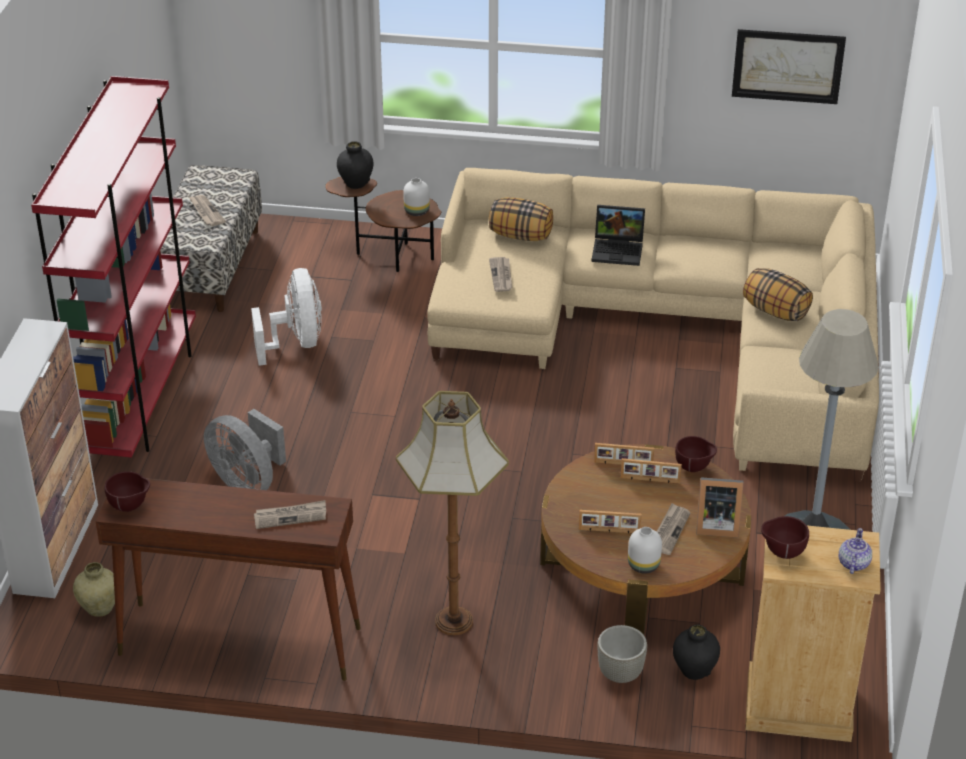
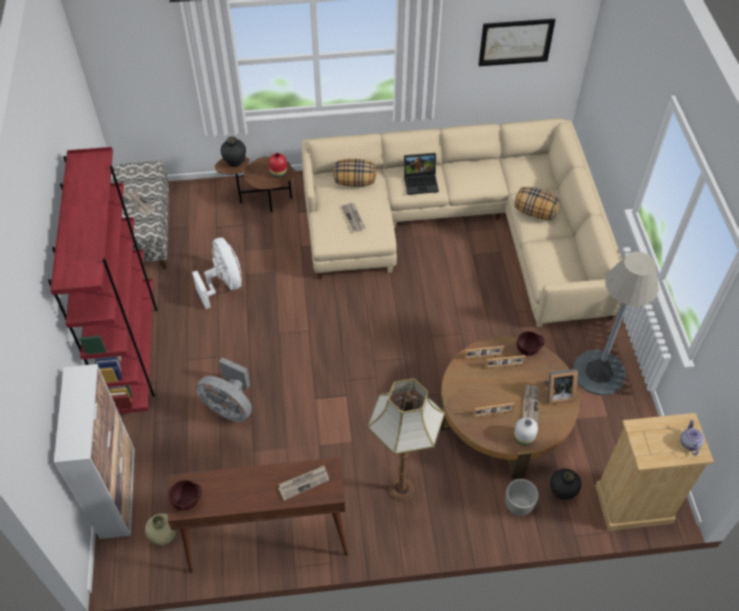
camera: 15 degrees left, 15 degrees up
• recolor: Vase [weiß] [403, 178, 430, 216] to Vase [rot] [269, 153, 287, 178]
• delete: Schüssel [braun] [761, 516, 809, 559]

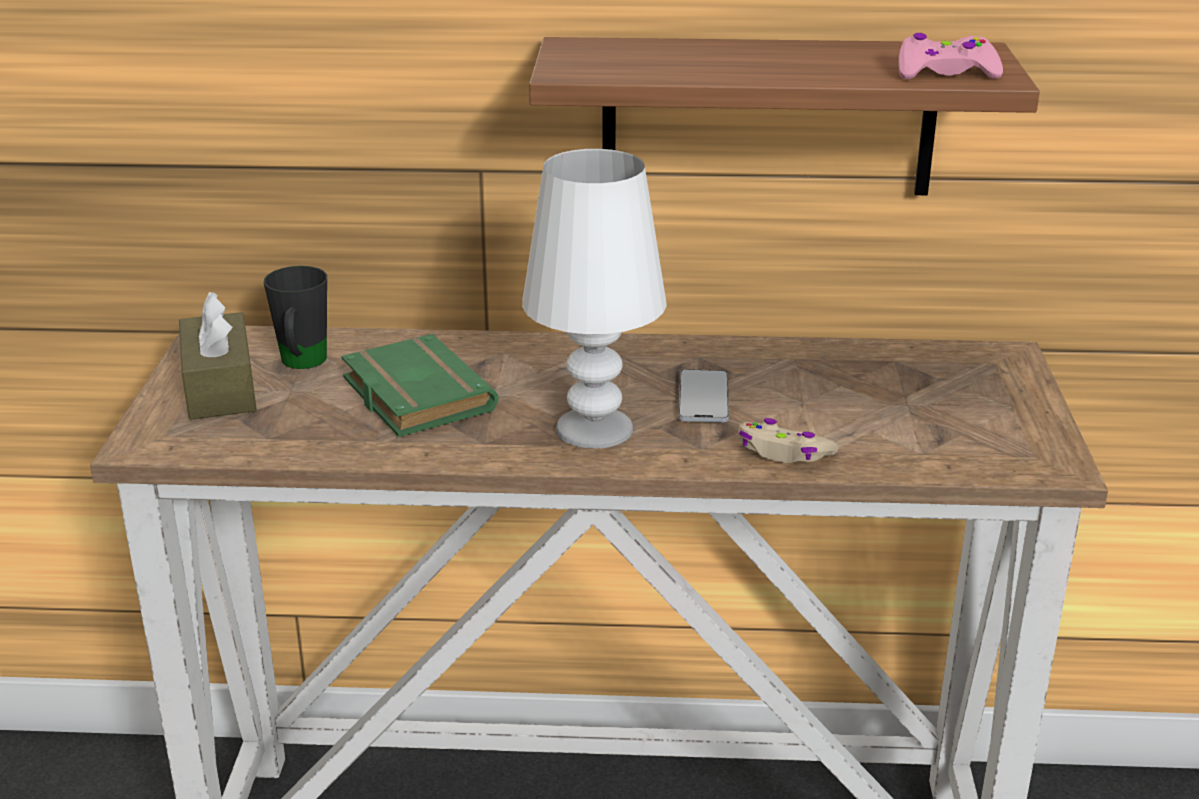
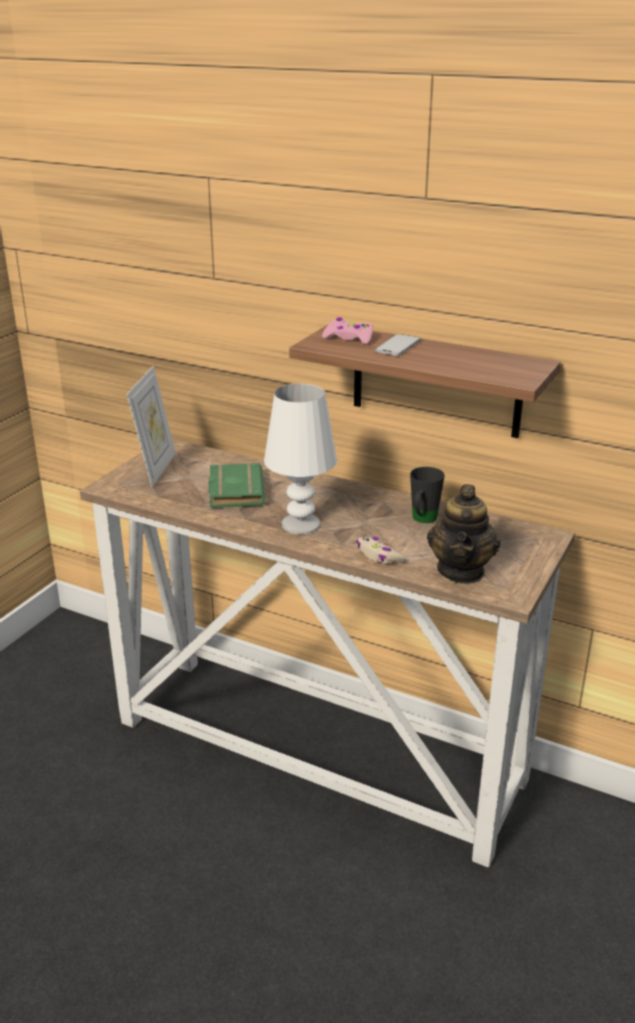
camera: 25 degrees right, 0 degrees up
• move: Gamepad [rosa] [898, 33, 1003, 80] to [322, 317, 373, 345]
• move: Henkelbecher [schwarz] [264, 266, 327, 369] to [410, 467, 445, 523]
• replace: Taschentuchbox [braun] [179, 292, 257, 420] to Bilderrahmen [126, 366, 176, 487]
• move: Handy [679, 369, 729, 422] to [375, 334, 420, 356]
• insert: Teekanne [427, 484, 501, 584]

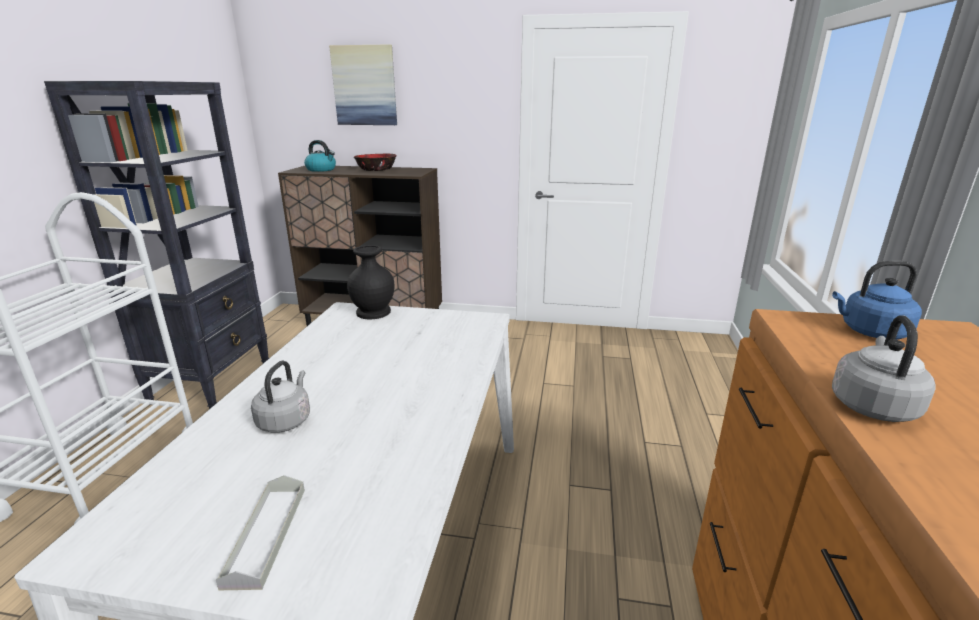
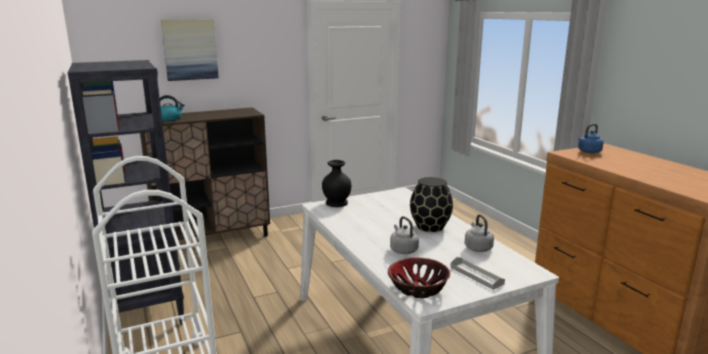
camera: 35 degrees left, 5 degrees down
• move: Schüssel [354, 154, 397, 171] to [388, 258, 450, 298]
• move: Wasserkessel [grau] [832, 315, 935, 422] to [465, 214, 494, 252]
• insert: Vase [schwarz] [410, 177, 453, 232]

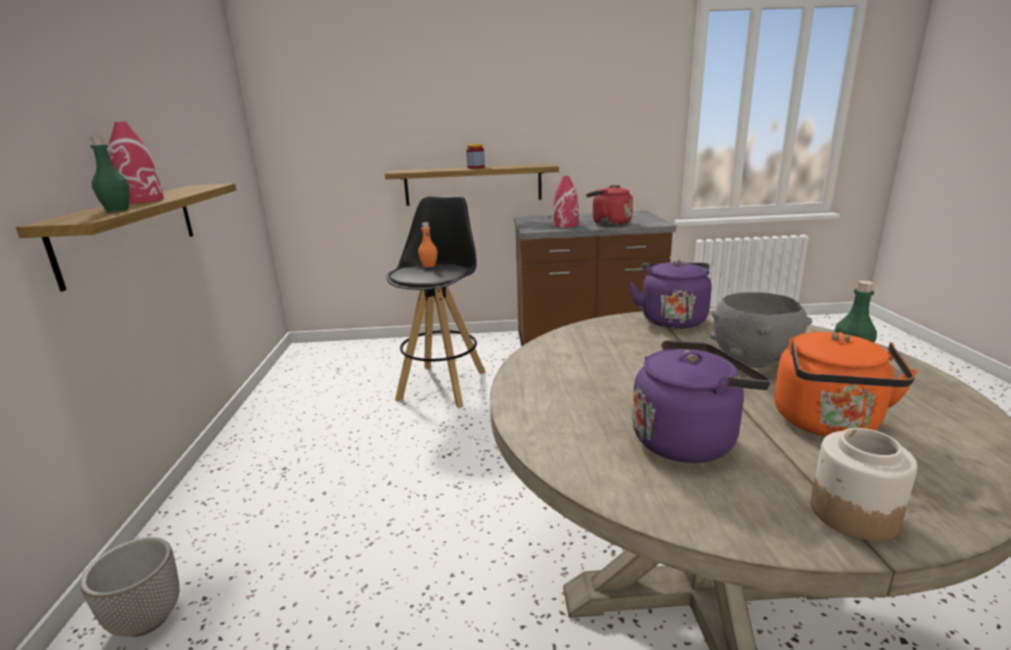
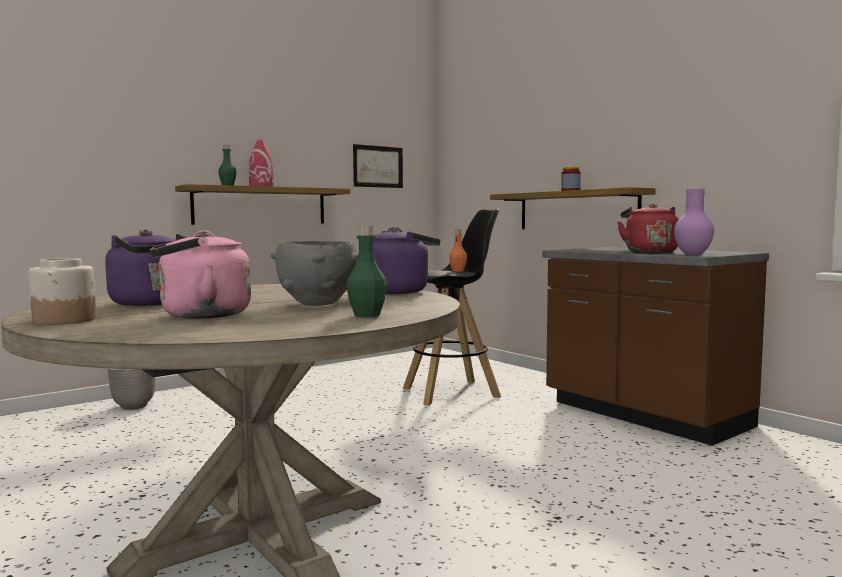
camera: 55 degrees right, 15 degrees down
• delete: Vase [rot] [553, 176, 579, 228]
• recolor: Wasserkessel [orange] [774, 332, 918, 437] to Wasserkessel [rosa] [150, 230, 251, 319]
• insert: Bild [353, 144, 403, 188]
• insert: Vase [lila] [674, 189, 714, 255]

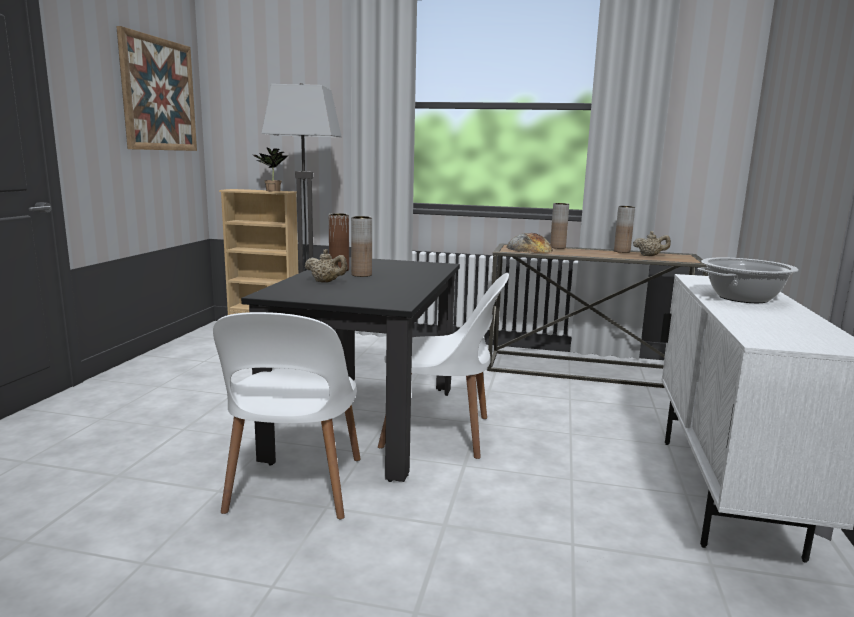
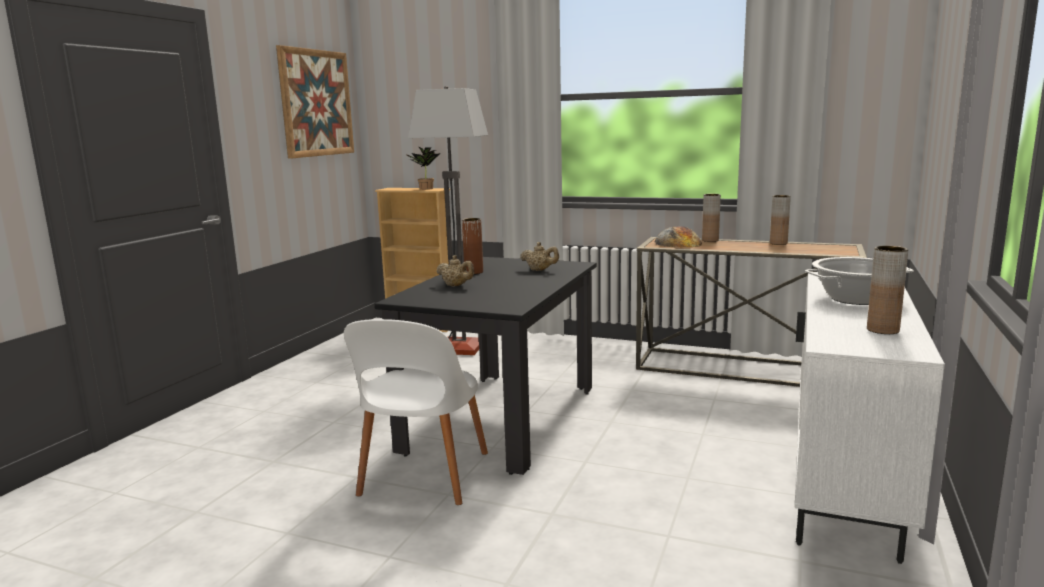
camera: 10 degrees right, 0 degrees up
• move: Vase [braun] [351, 216, 372, 277] to [867, 246, 908, 334]
• move: Teekanne [beige] [633, 231, 671, 256] to [520, 242, 559, 271]
• delete: Stuhl [weiß] [378, 273, 509, 459]

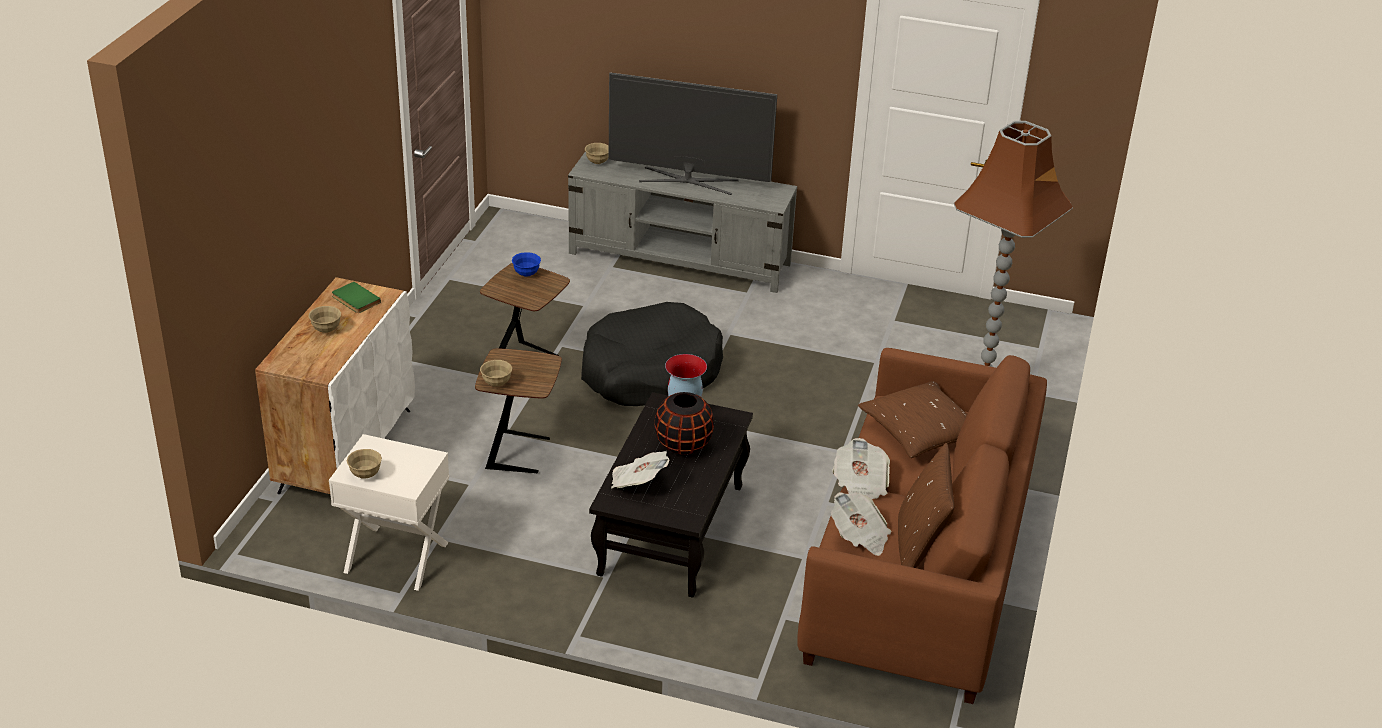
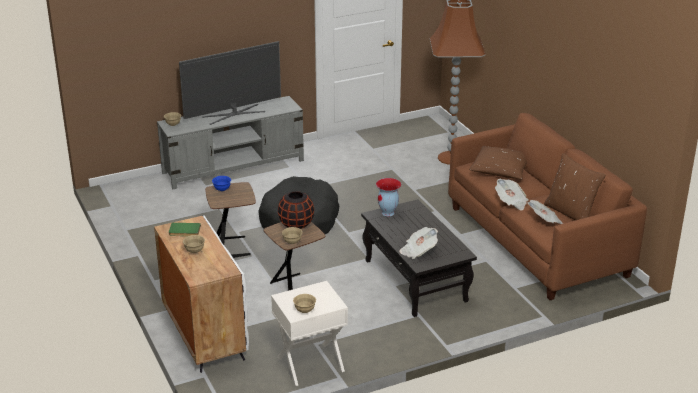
camera: 40 degrees left, 5 degrees down
• move: Vase [schwarz] [654, 392, 714, 455] to [278, 191, 314, 229]

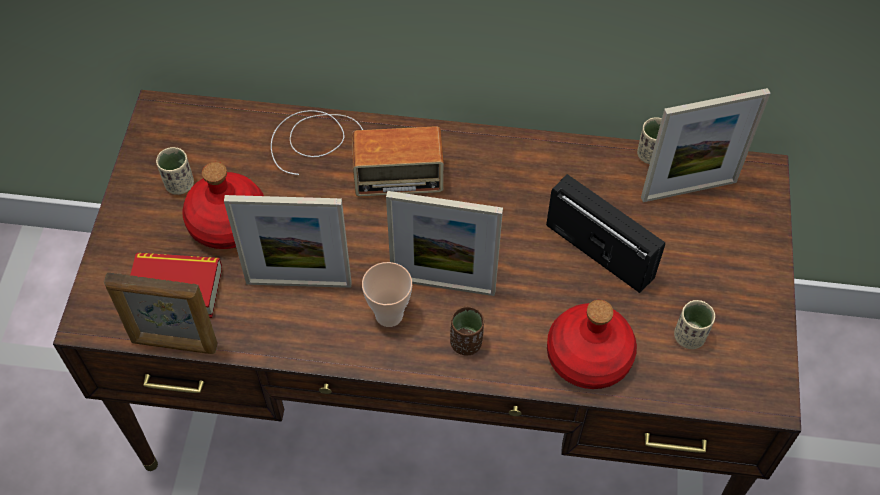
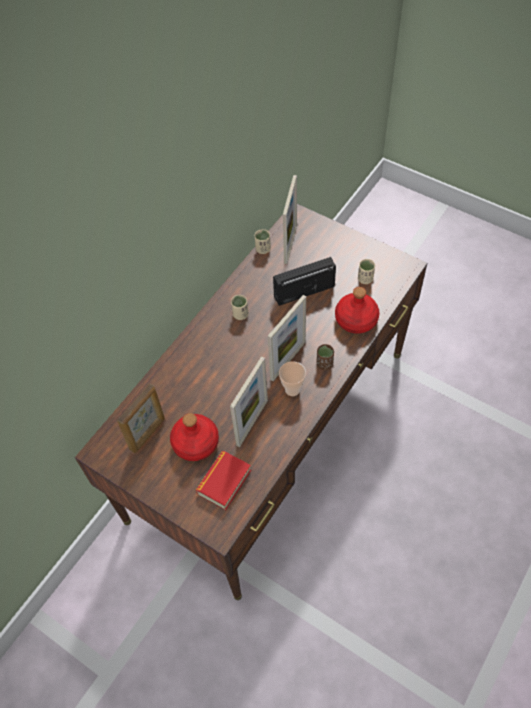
camera: 60 degrees left, 0 degrees up
• delete: Radio [271, 110, 444, 196]
• move: Tasse [beige] [156, 147, 194, 195] to [231, 295, 249, 320]
• move: Bilderrahmen [104, 272, 218, 354] to [117, 384, 165, 453]

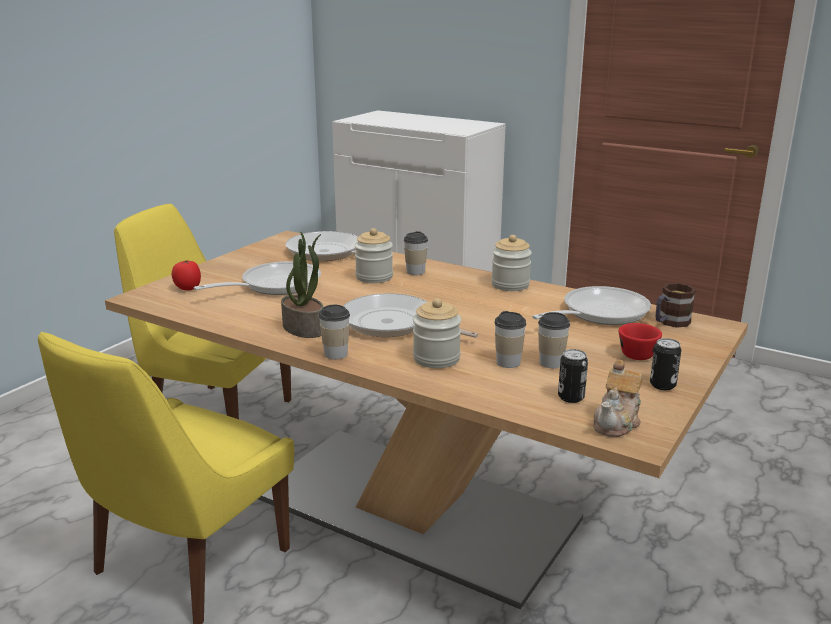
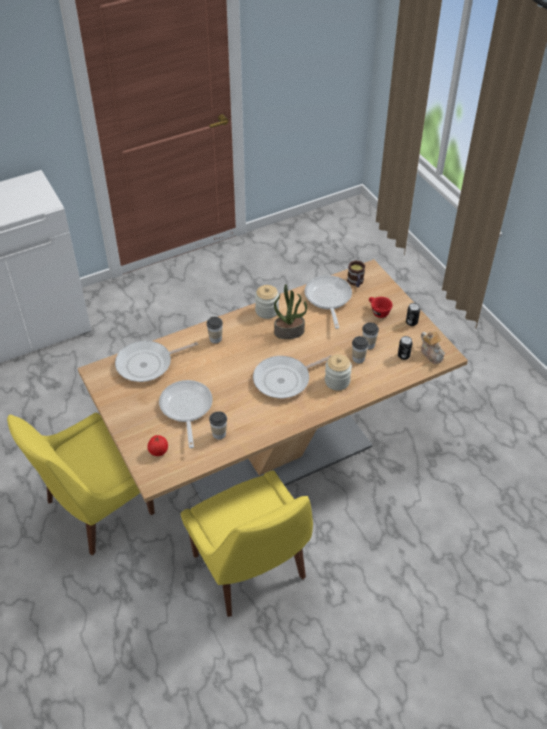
camera: 60 degrees left, 25 degrees up
• delete: Vorratsglas [355, 228, 393, 283]
• move: Topfpflanze [281, 232, 323, 338] to [274, 284, 307, 339]
• move: Tasse [319, 305, 350, 359] to [209, 411, 227, 440]

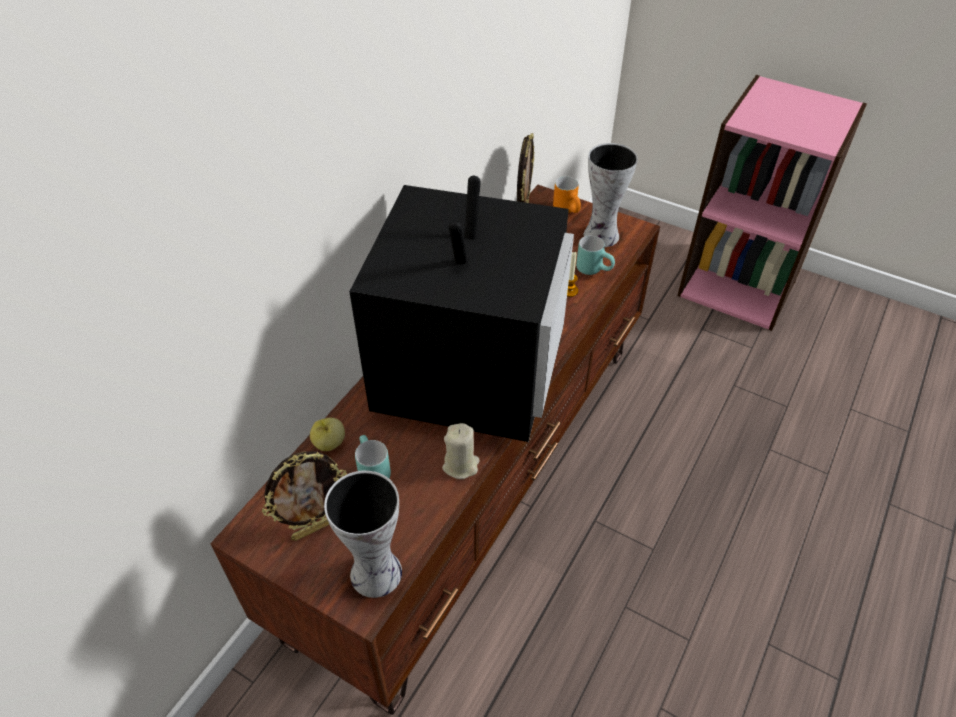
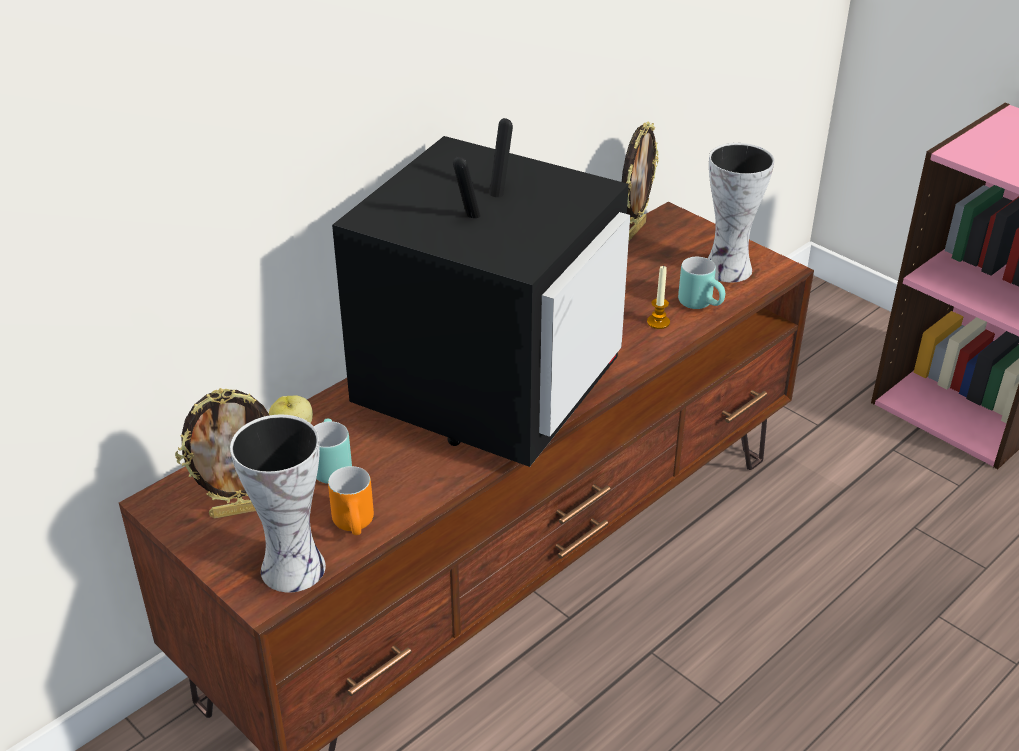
camera: 15 degrees right, 10 degrees down
• move: Henkelbecher [orange] [553, 176, 581, 213] to [328, 466, 374, 535]
• delete: Kerze [beige] [442, 423, 480, 479]

